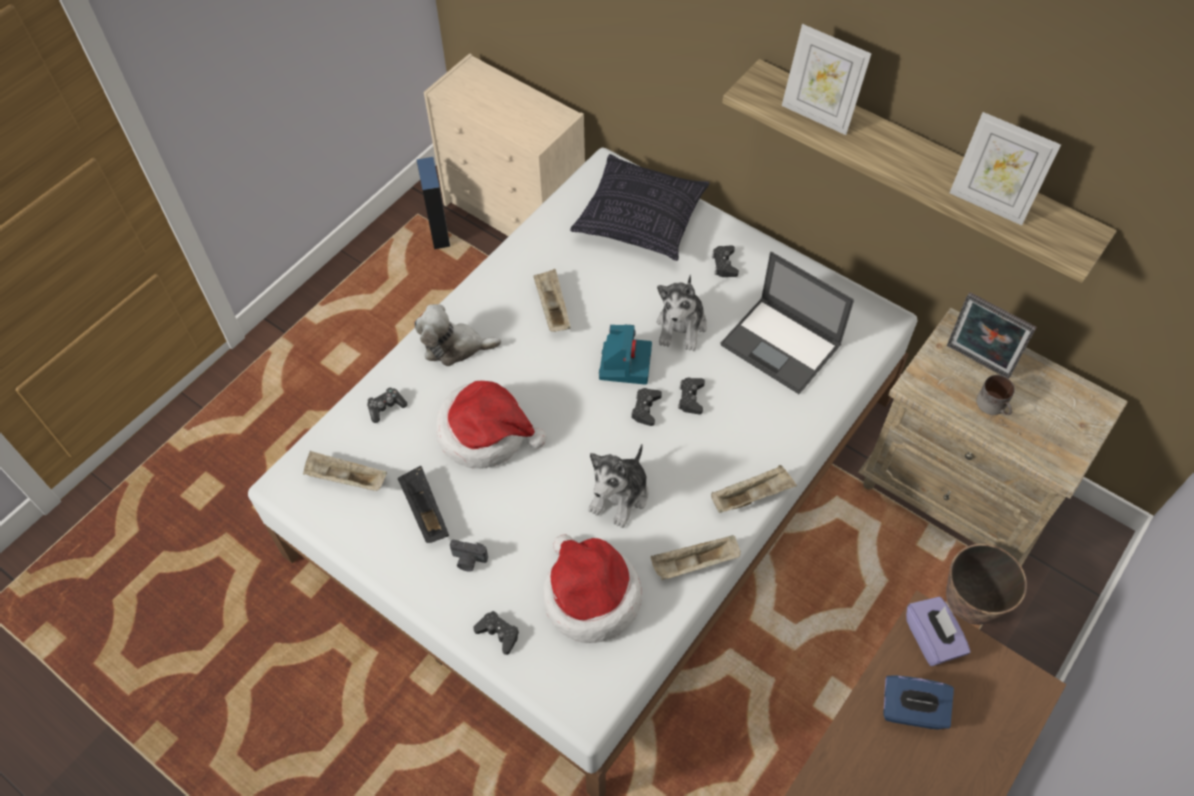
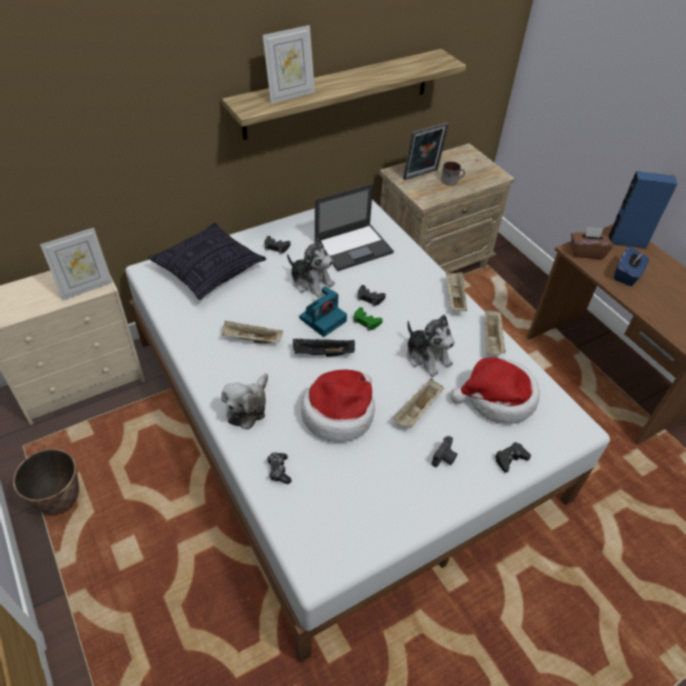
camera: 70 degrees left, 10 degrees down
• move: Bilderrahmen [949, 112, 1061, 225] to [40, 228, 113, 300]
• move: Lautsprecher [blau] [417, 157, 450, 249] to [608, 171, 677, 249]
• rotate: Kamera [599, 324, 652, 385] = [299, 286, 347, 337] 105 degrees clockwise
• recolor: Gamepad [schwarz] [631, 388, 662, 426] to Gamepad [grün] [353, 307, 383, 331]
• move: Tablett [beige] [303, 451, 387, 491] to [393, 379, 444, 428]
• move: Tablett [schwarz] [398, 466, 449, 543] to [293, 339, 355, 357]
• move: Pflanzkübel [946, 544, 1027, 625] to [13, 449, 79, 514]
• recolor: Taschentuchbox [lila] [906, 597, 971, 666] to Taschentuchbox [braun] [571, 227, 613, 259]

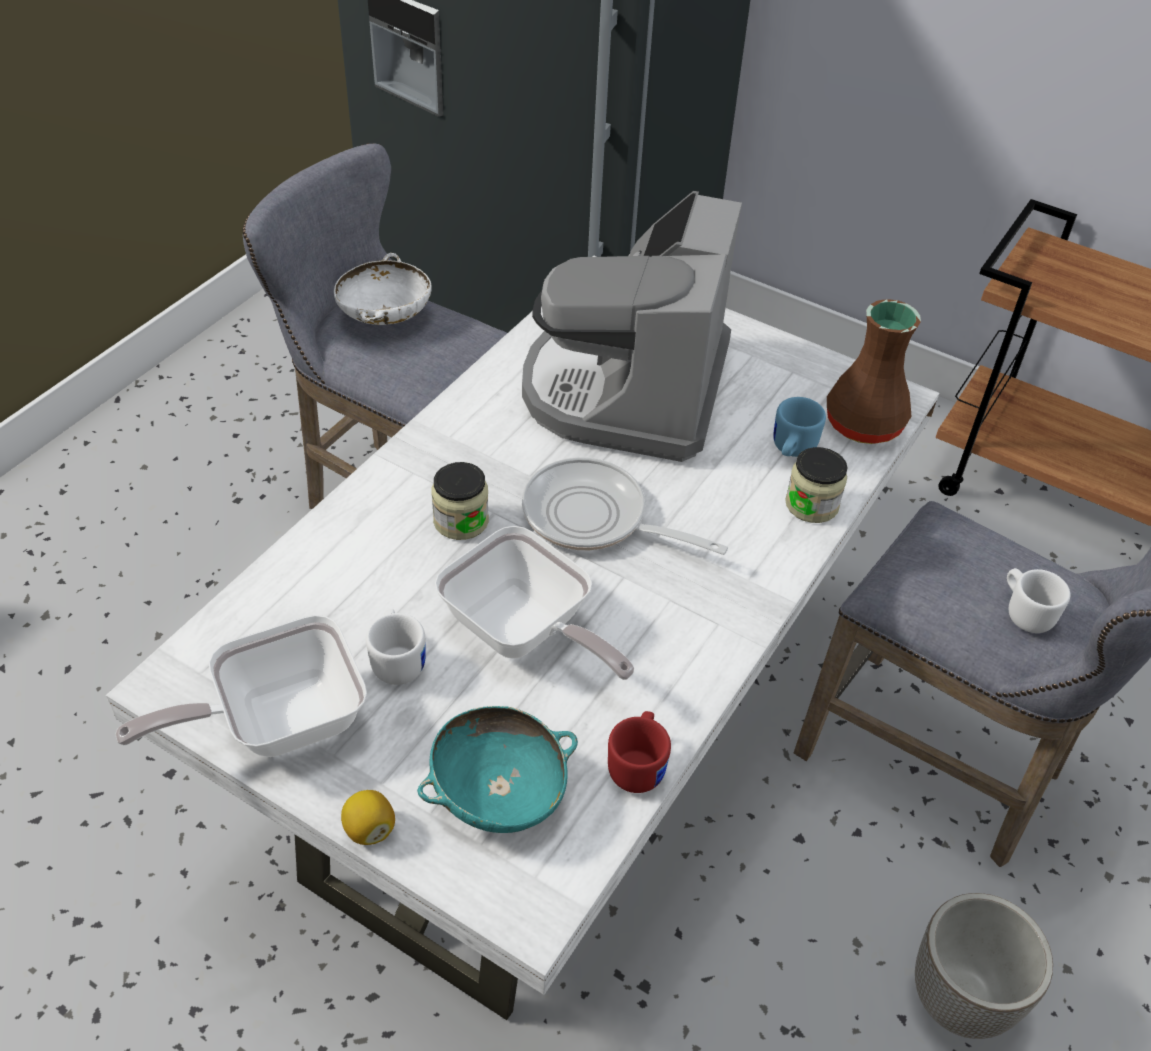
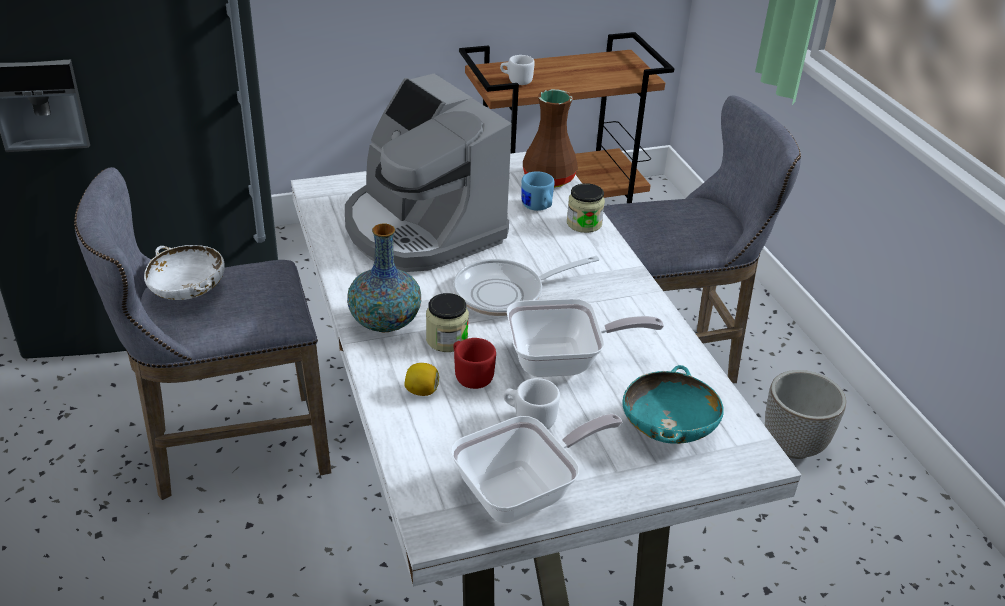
camera: 50 degrees left, 10 degrees down
• move: Henkelbecher [weiß] [1007, 568, 1070, 633] to [500, 55, 535, 85]
• rotate: Pfanne [115, 615, 367, 757] = [451, 414, 622, 523] 135 degrees counterclockwise
• move: Henkelbecher [rot] [608, 711, 671, 793] to [454, 338, 496, 389]
• move: Zitrone [341, 790, 395, 845] to [404, 363, 439, 396]
• insert: Vase [347, 223, 421, 332]

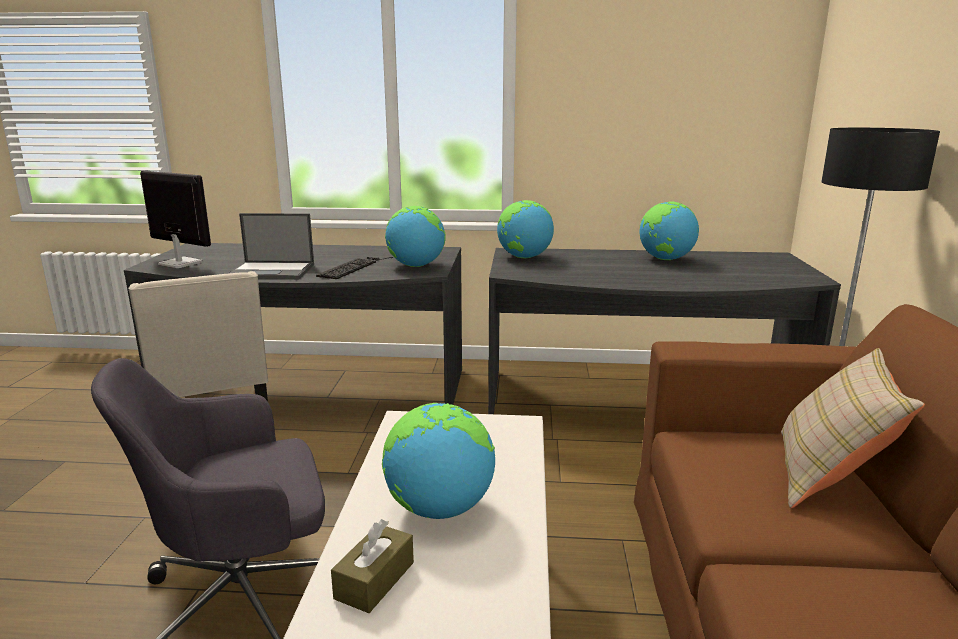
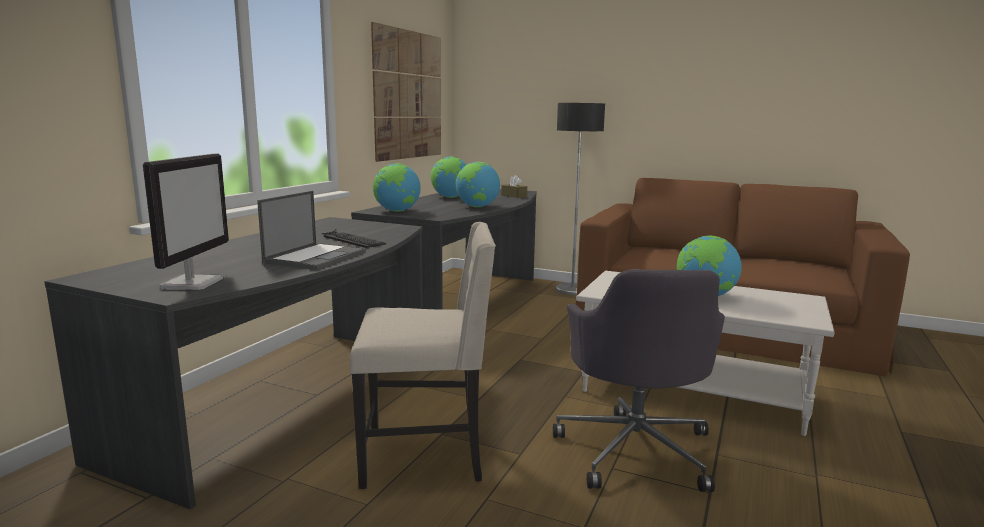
camera: 70 degrees left, 5 degrees down
• rotate: Monitor [140, 171, 211, 268] = [143, 154, 229, 290] 135 degrees clockwise
• move: Globus [385, 206, 445, 267] to [456, 162, 500, 207]
• delete: Kissen [beige] [781, 348, 925, 508]
• move: Taschentuchbox [braun] [331, 519, 414, 613] to [501, 175, 527, 198]
• insert: Bild [371, 22, 441, 162]

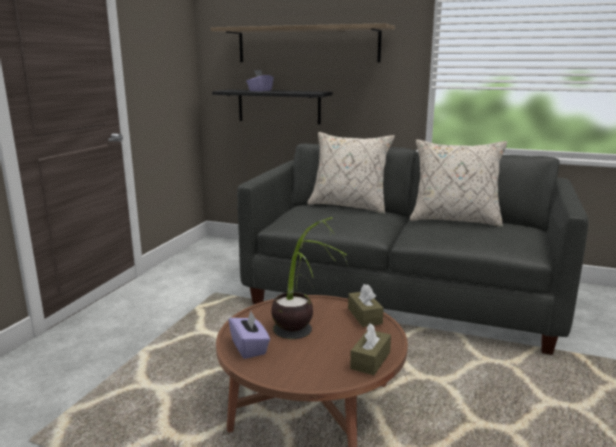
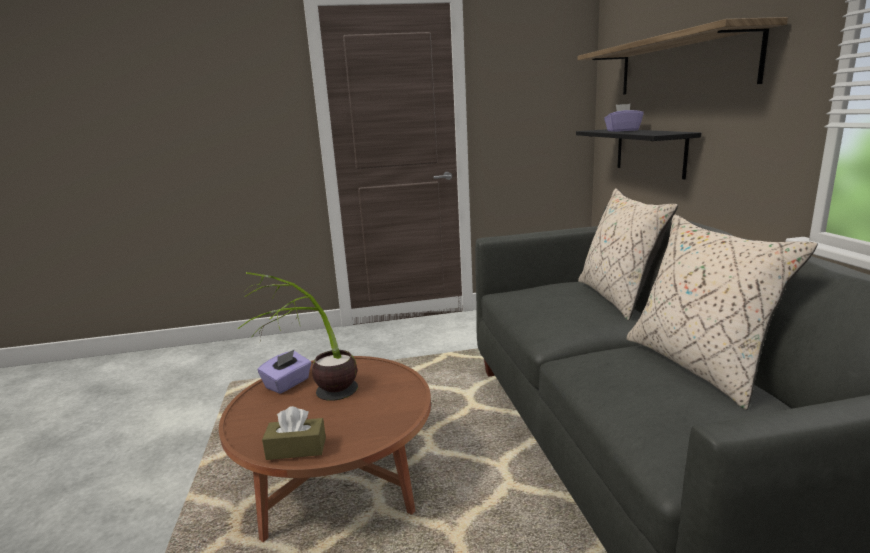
camera: 60 degrees right, 0 degrees up
• delete: Taschentuchbox [braun] [348, 284, 384, 327]

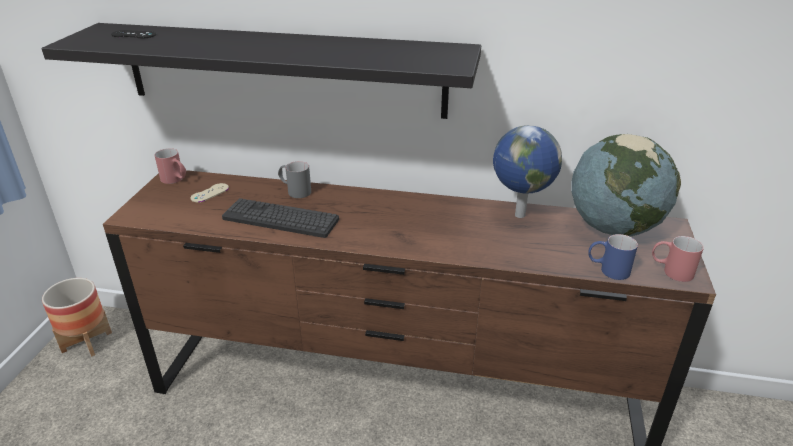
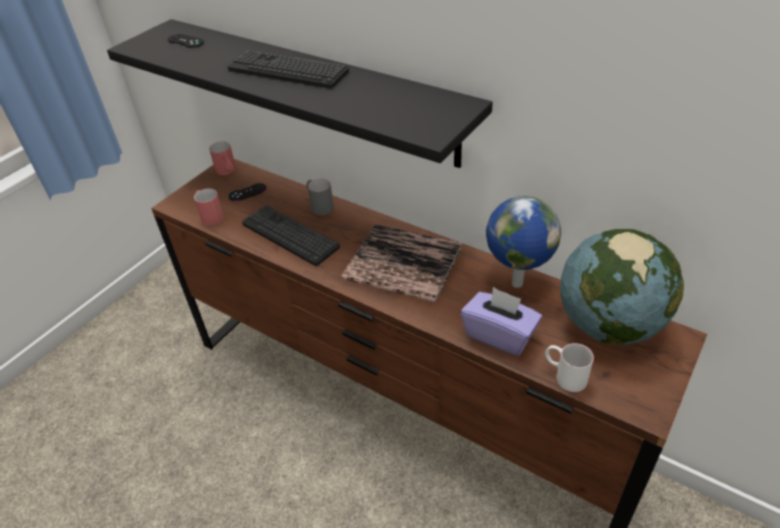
camera: 25 degrees right, 10 degrees up
• recolor: Gamepad [beige] [190, 183, 229, 202] to Gamepad [schwarz] [229, 183, 266, 201]
• recolor: Henkelbecher [blau] [588, 234, 638, 280] to Henkelbecher [weiß] [545, 343, 594, 392]
• move: Henkelbecher [rot] [652, 236, 704, 282] to [194, 189, 224, 225]
• delete: Pflanzkübel [42, 278, 112, 357]
• insert: Tastatur [227, 50, 349, 89]
• insert: Buch [342, 224, 462, 303]
• insert: Taschentuchbox [lila] [461, 287, 542, 356]

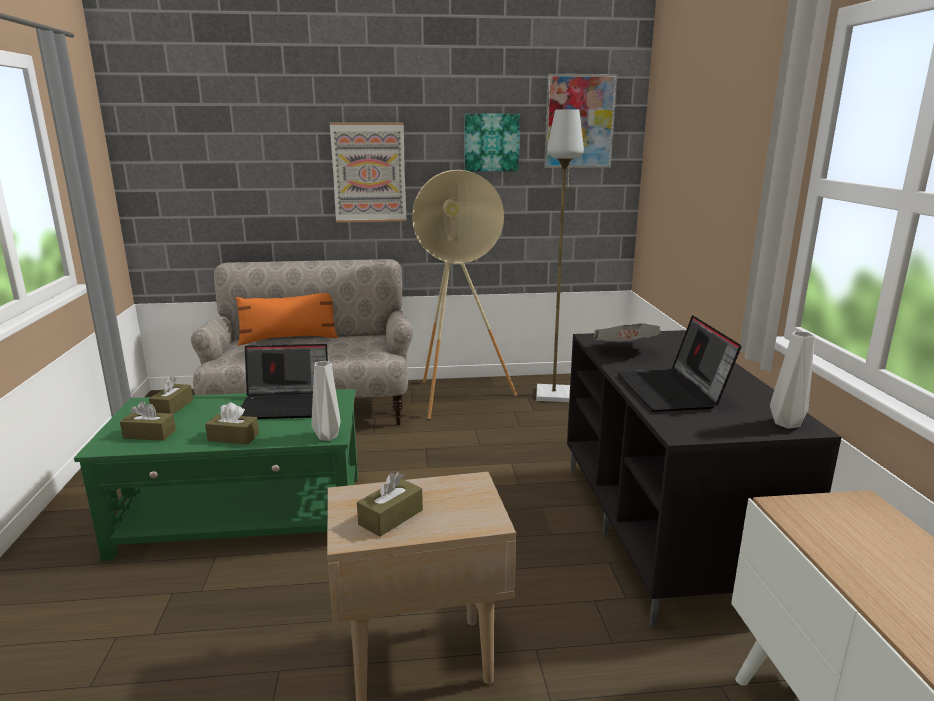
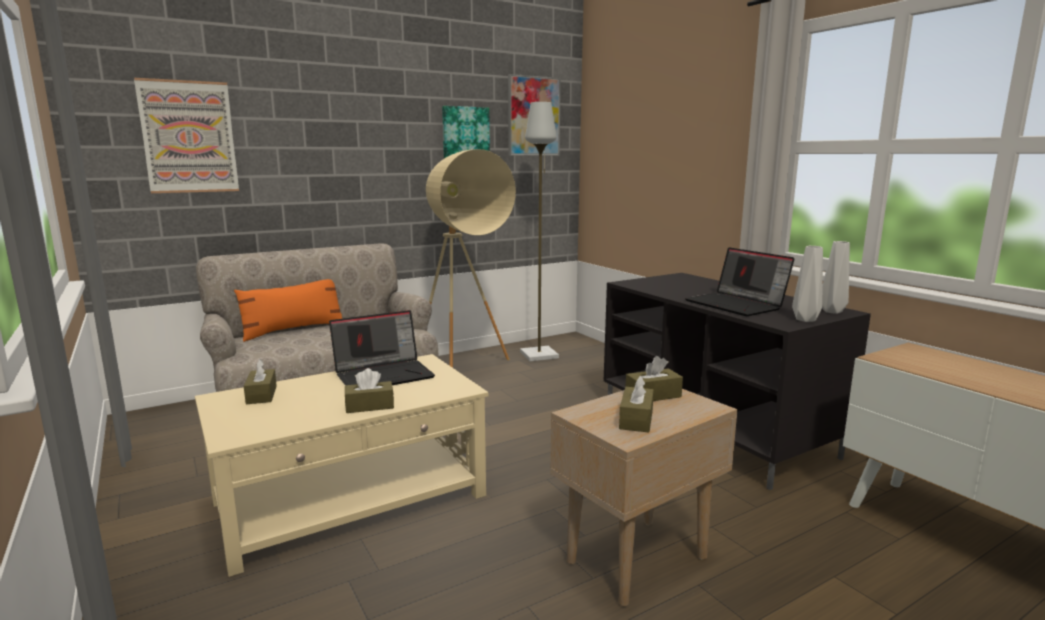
camera: 25 degrees left, 5 degrees down
• move: Bild [330, 123, 406, 222] to [134, 78, 239, 193]
• delete: Zeitung [594, 323, 661, 341]
• move: Vase [grau] [312, 361, 340, 441] to [792, 246, 823, 322]
• recolor: Couchtisch [grün] [74, 389, 358, 560] to Couchtisch [beige] [195, 354, 488, 577]
• move: Taschentuchbox [braun] [120, 401, 176, 441] to [626, 356, 683, 401]

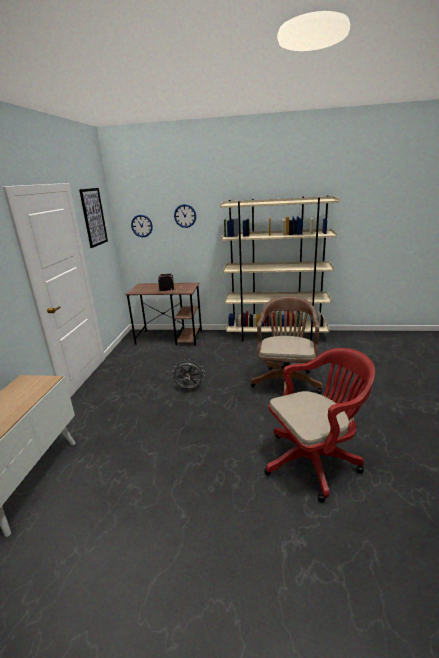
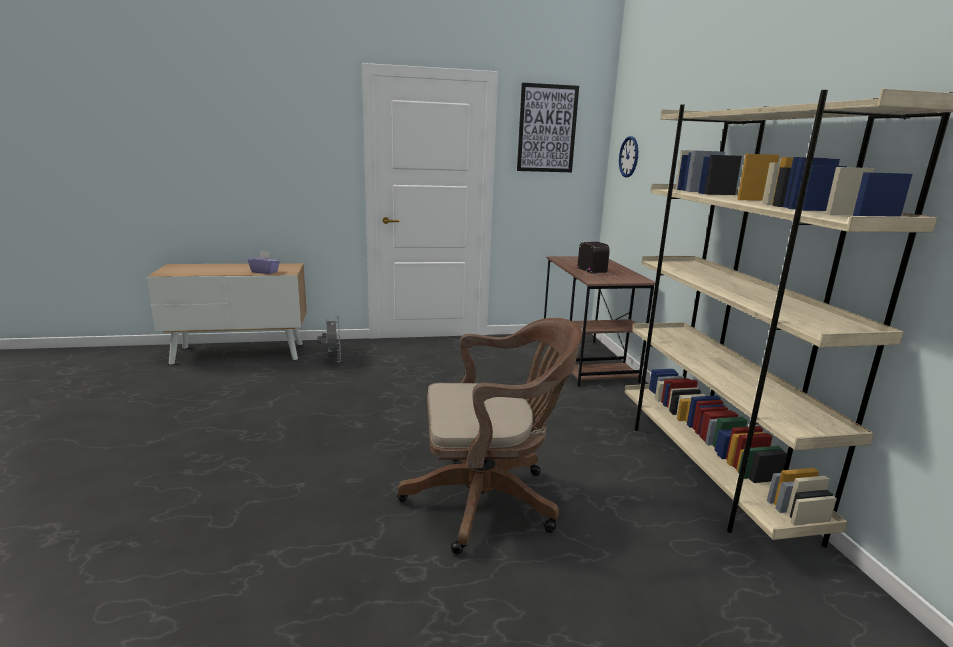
camera: 70 degrees right, 5 degrees down
• delete: Wanduhr [174, 204, 196, 228]
• delete: Bürostuhl [rot] [264, 348, 375, 503]
• move: Ventilator [grau] [172, 359, 205, 389] to [318, 316, 341, 362]
• insert: Taschentuchbox [lila] [248, 251, 280, 274]

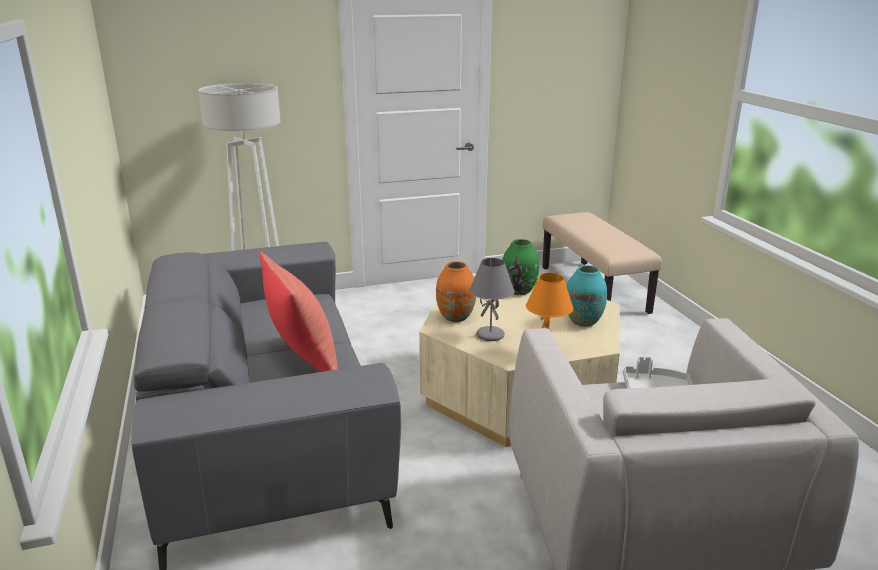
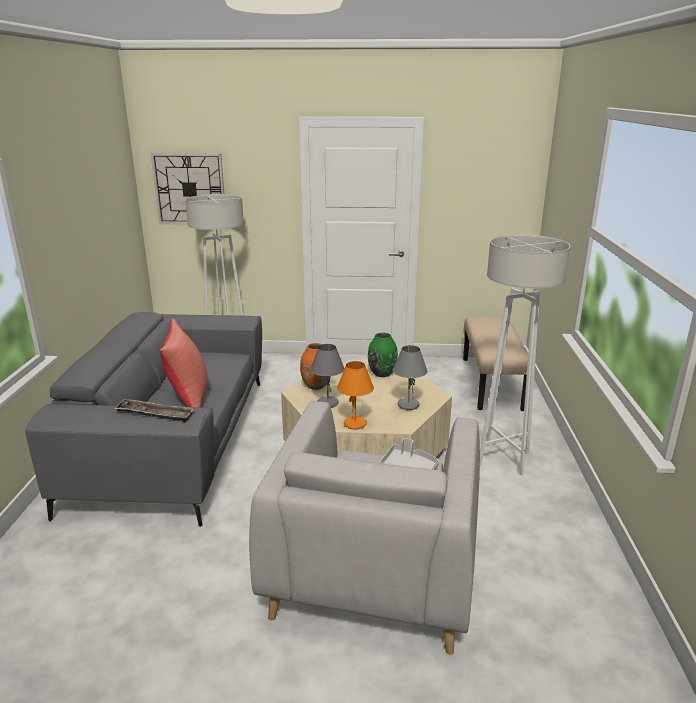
camera: 20 degrees right, 0 degrees up
• replace: Vase [türkis] [567, 265, 607, 327] to Tischlampe [grau] [393, 345, 428, 410]
• insert: Wanduhr [150, 153, 224, 224]
• insert: Stehlampe [weiß] [480, 234, 570, 476]
• insert: Tablett [114, 399, 194, 422]

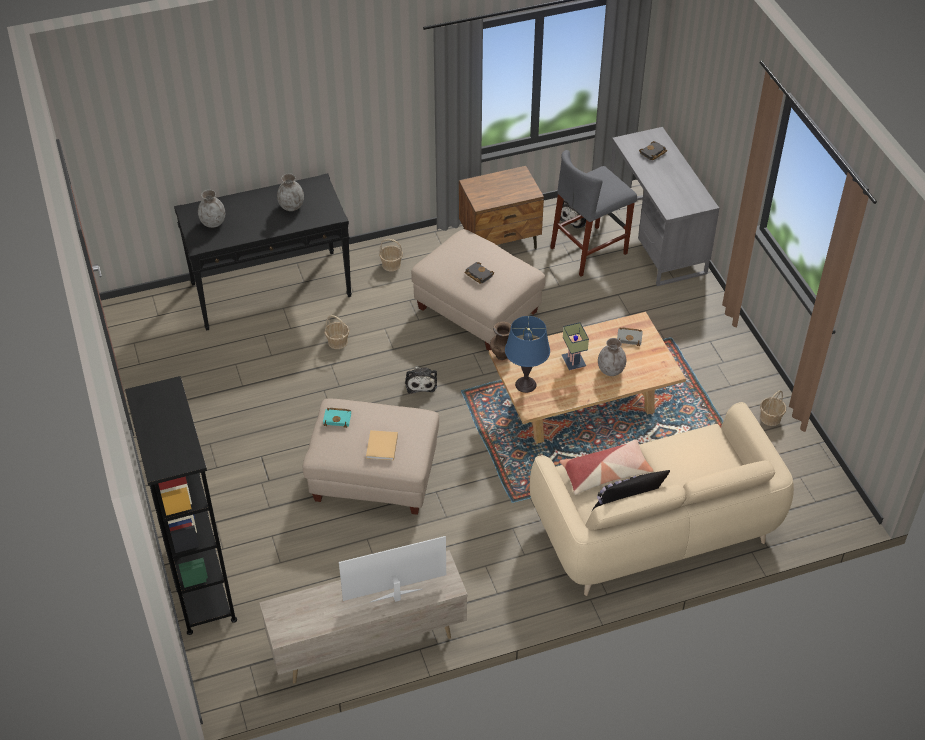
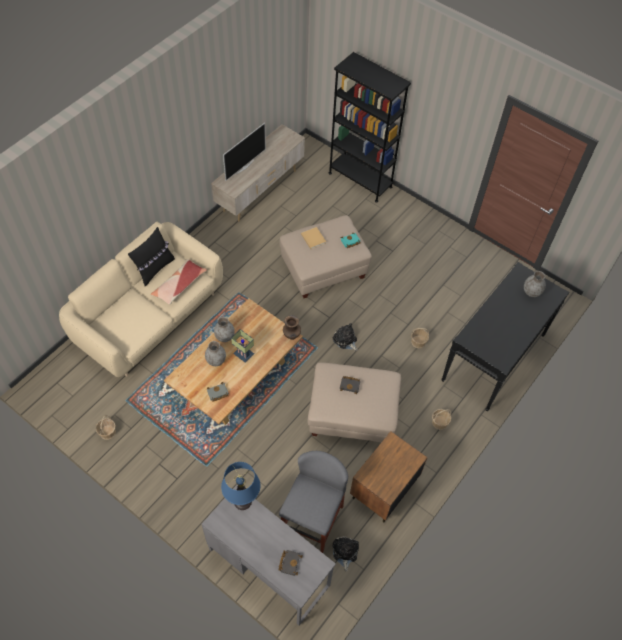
camera: 145 degrees right, 10 degrees up
• move: Vase [grau] [277, 173, 304, 211] to [214, 317, 235, 342]
• move: Tischlampe [blau] [505, 316, 550, 393] to [221, 462, 260, 510]

